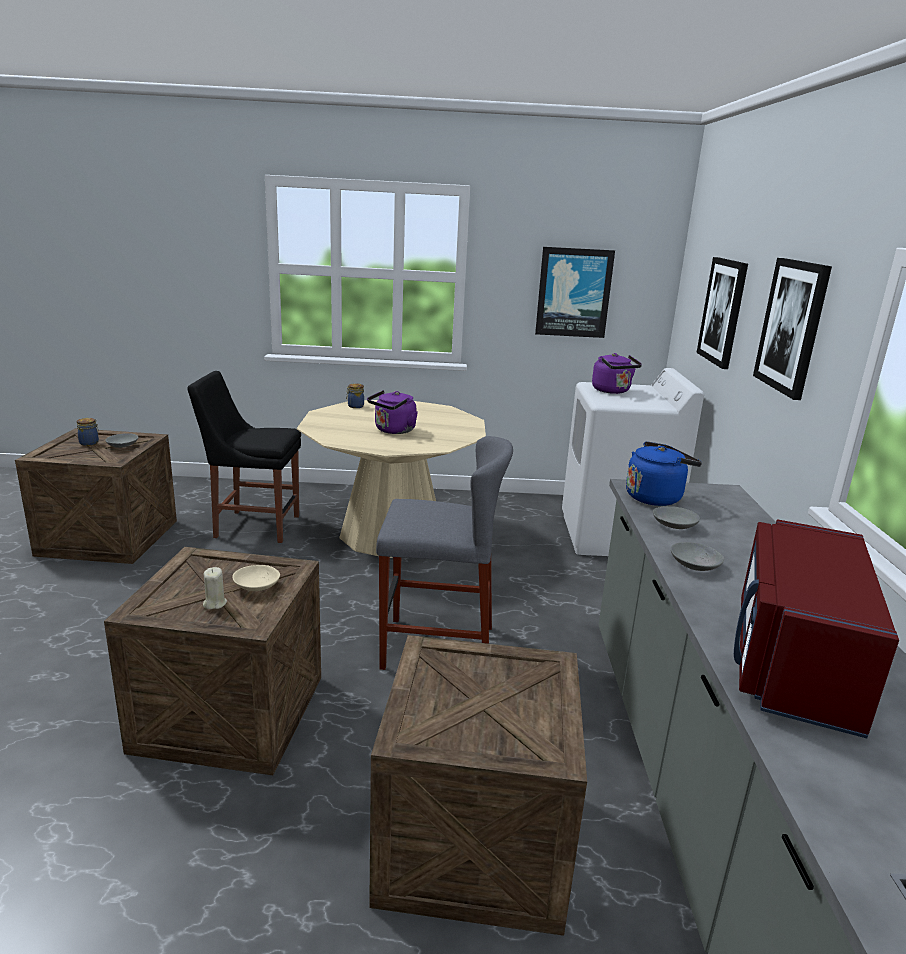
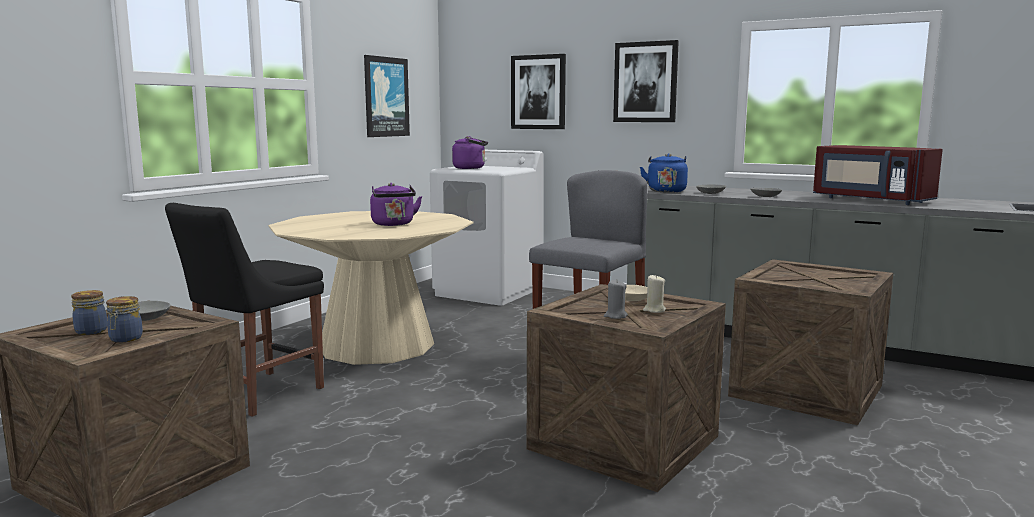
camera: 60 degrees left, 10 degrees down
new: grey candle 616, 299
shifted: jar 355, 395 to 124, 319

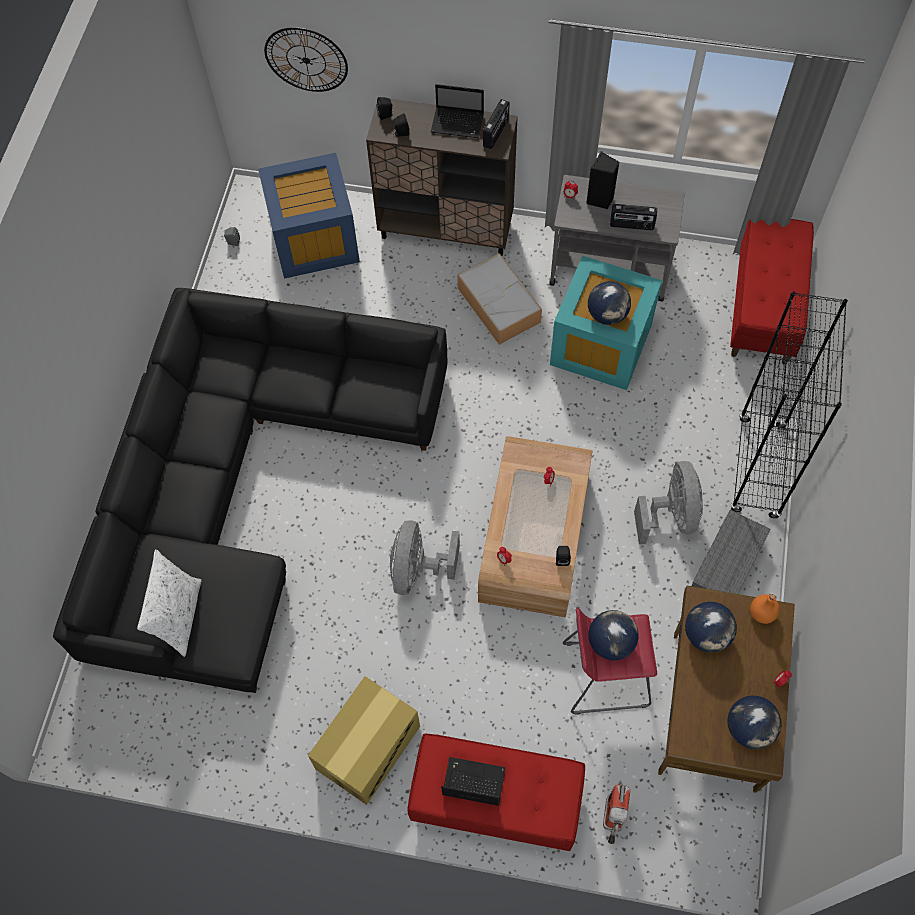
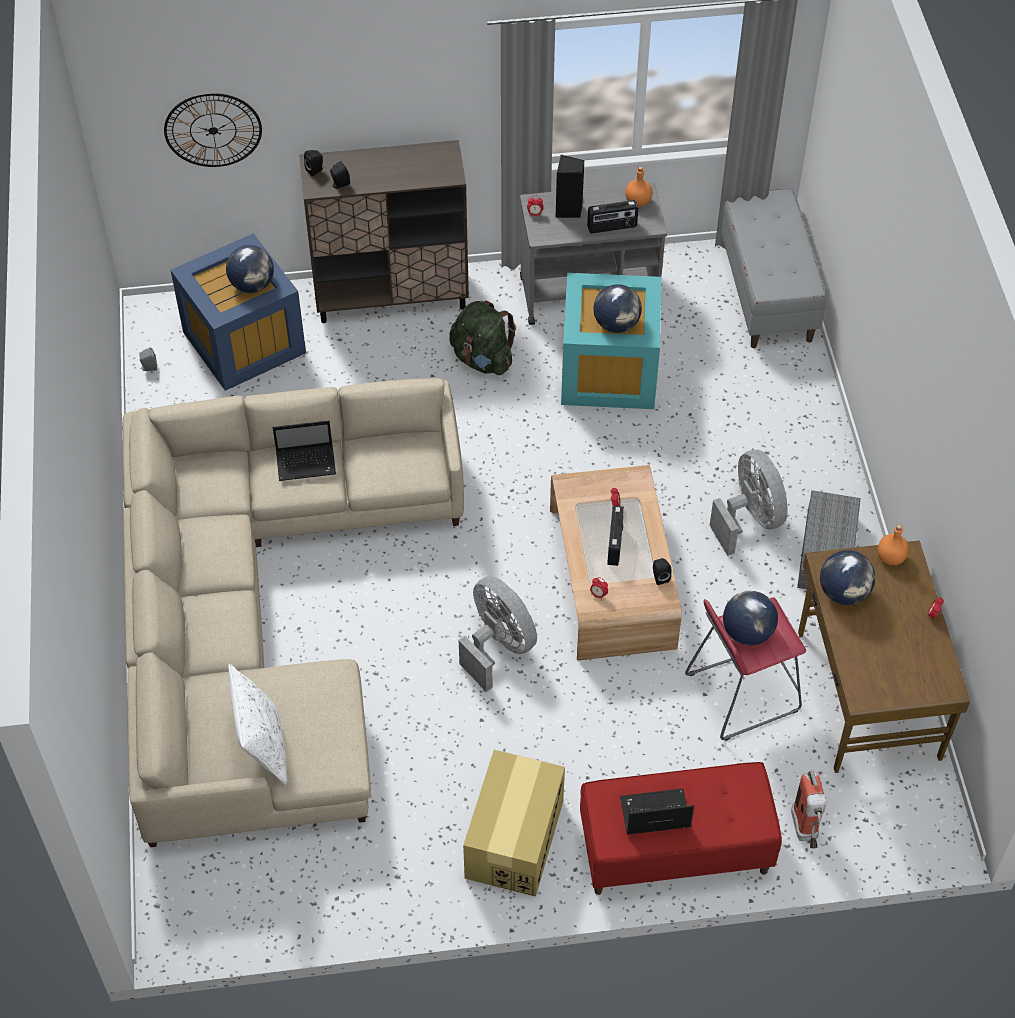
camera: 20 degrees left, 10 degrees down
gone: black bookcase 789, 405
new: orange bottle 638, 186
shifted: laptop 457, 111 to 304, 450; radio 496, 124 to 615, 536; globe 754, 722 to 250, 269
swapped: storage box 499, 299 to green backpack 483, 338
repainted: red bench 772, 292 to grey bench 773, 268; black sofa 250, 490 to beige sofa 293, 612
rotated: grey fan 425, 557 = 498, 634 150 degrees clockwise

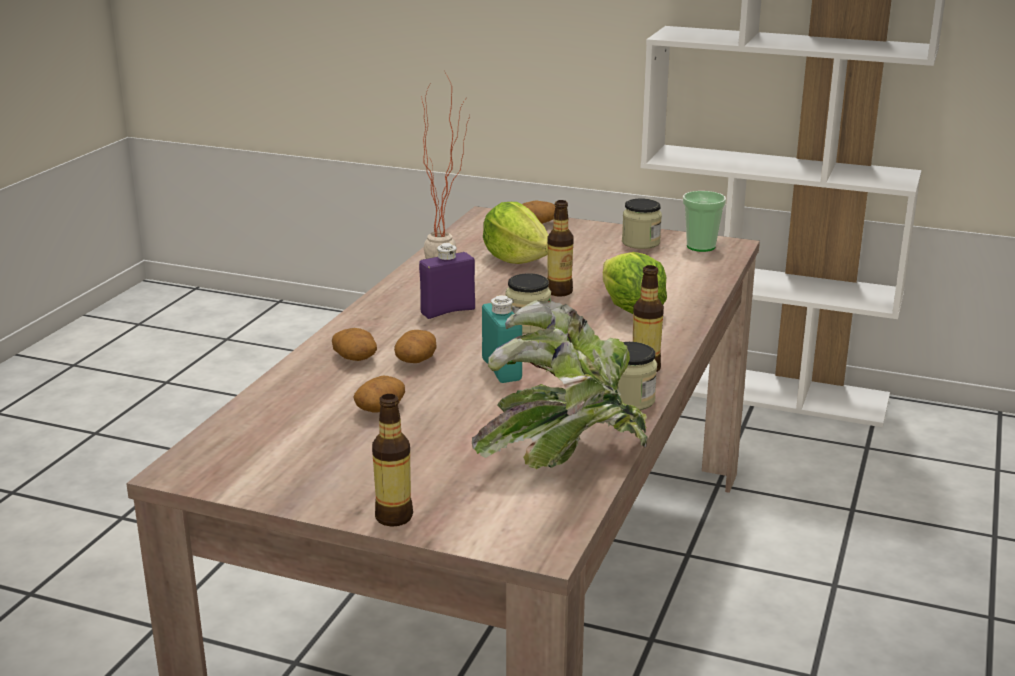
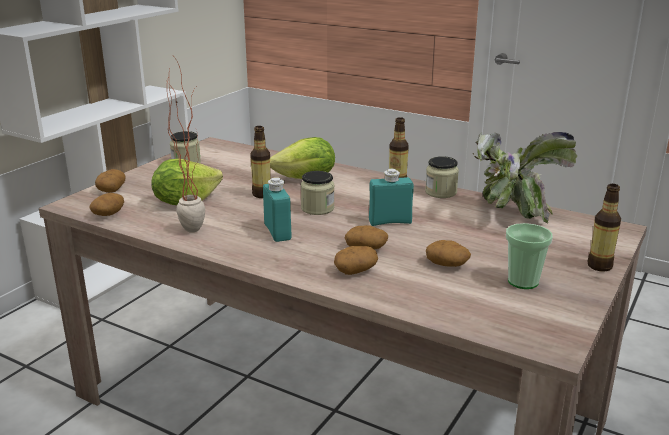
camera: 80 degrees left, 0 degrees up
new: potato 106, 204
shifted: cup 704, 221 to 529, 256
repainted: purple bottle 447, 281 to turquoise bottle 277, 209

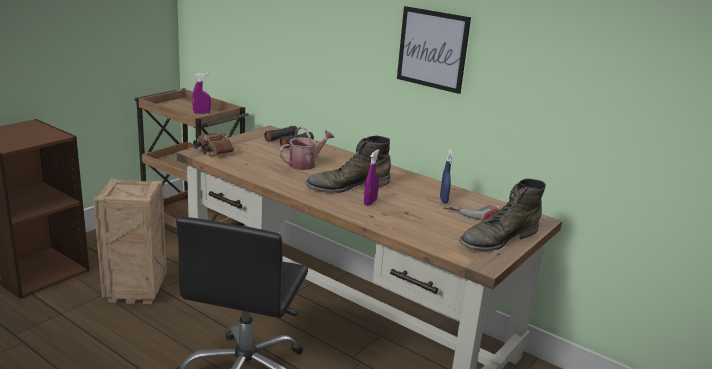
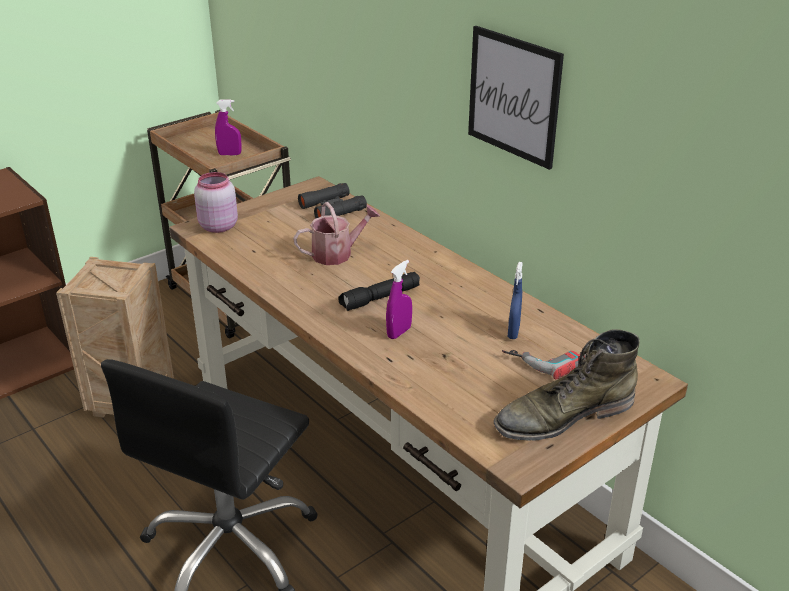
camera: 15 degrees right, 10 degrees up
swapped: brown binoculars 213, 144 to pink jar 216, 202; green boot 348, 164 to black flashlight 379, 291

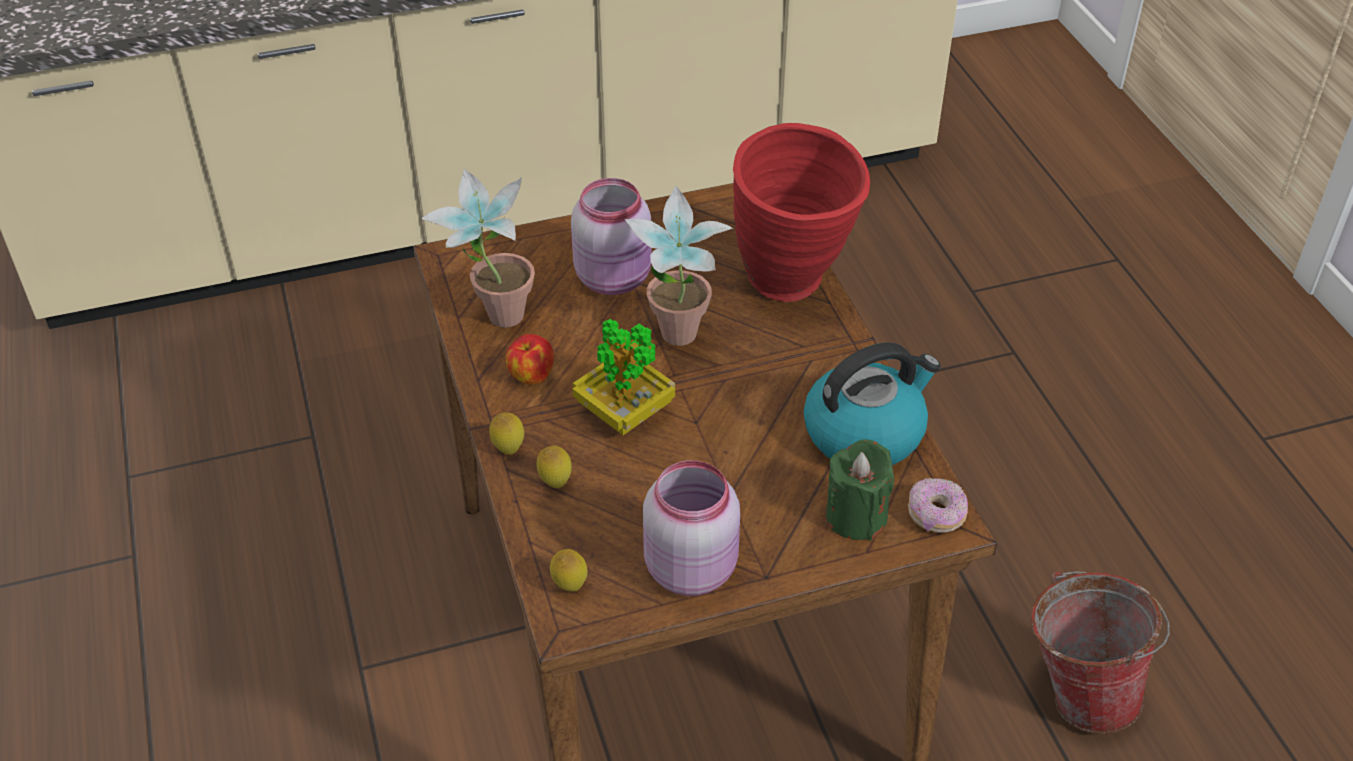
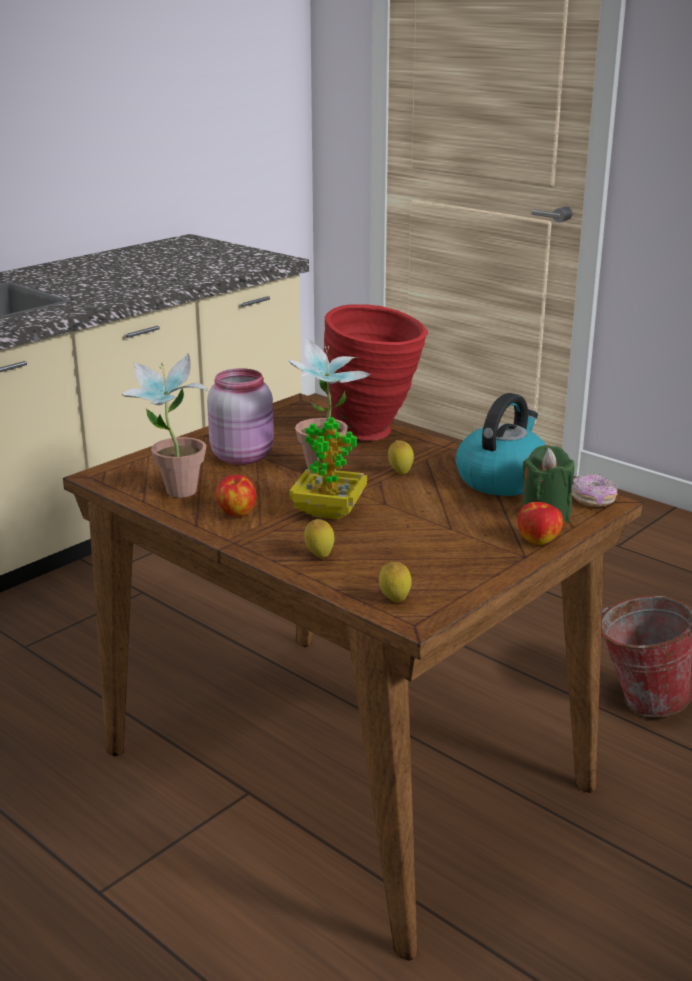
camera: 30 degrees left, 20 degrees down
gone: pink jar 691, 528
new: apple 540, 523
shifted: lemon 506, 433 to 401, 457

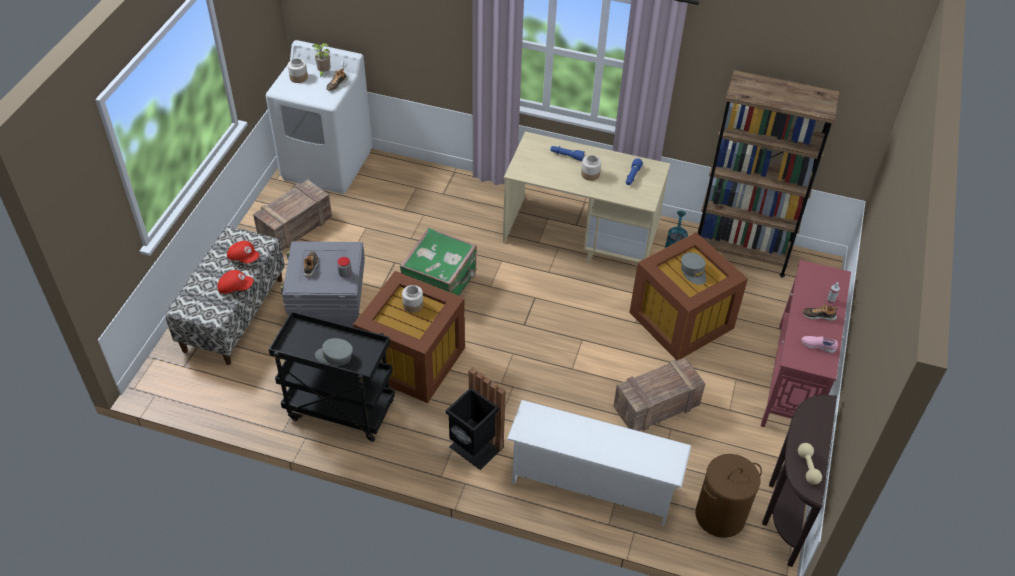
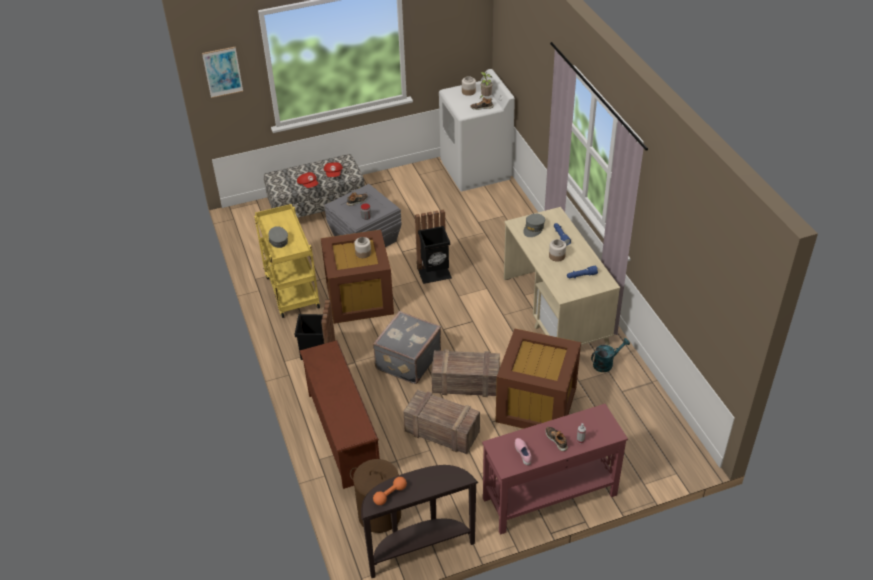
camera: 55 degrees right, 5 degrees down
gone: brown bookcase 768, 173
new: picture 222, 72; grey suitcase 407, 347
shifted: crate 292, 215 to 465, 373; grey cap 694, 268 to 534, 225
swapped: green suitcase 438, 262 to black trash can 433, 246
repainted: black cart 332, 376 to yellow cart 287, 261; white shoe rack 599, 463 to brown shoe rack 340, 414; beige dumbbell 810, 464 to orange dumbbell 390, 491

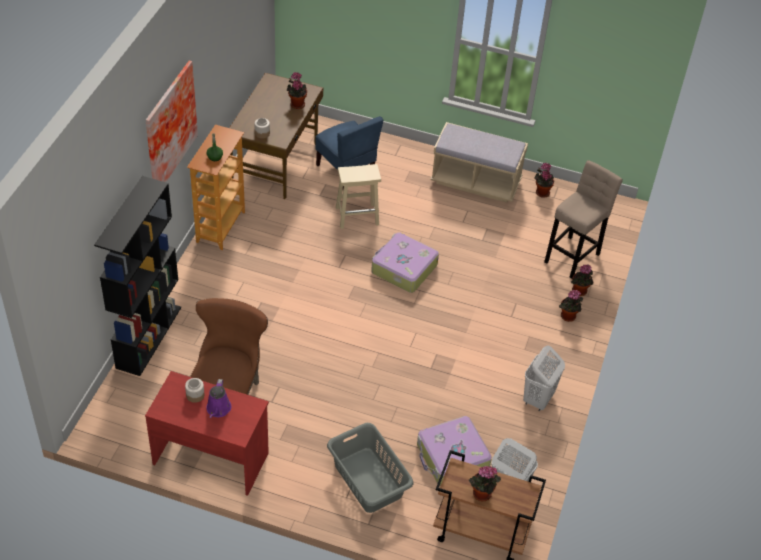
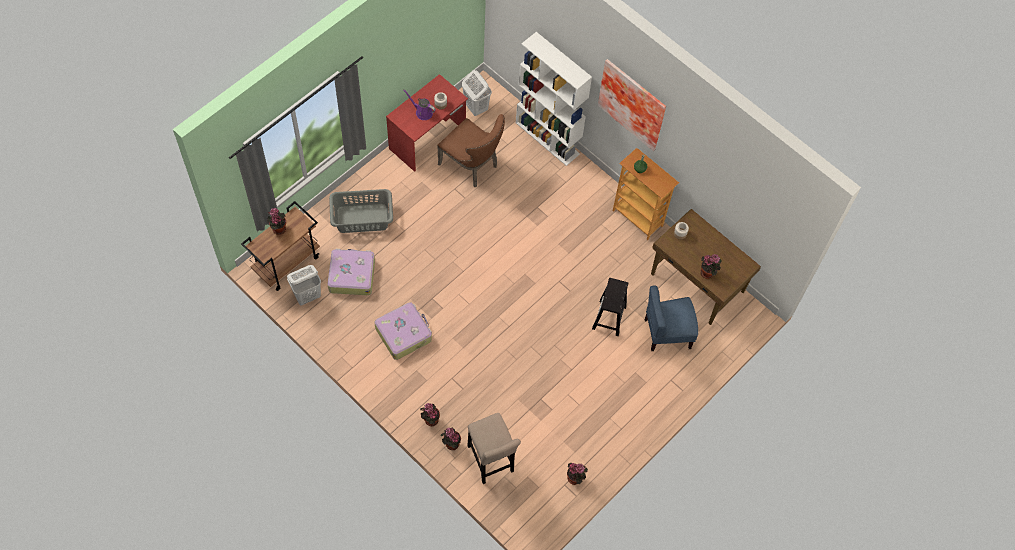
camera: 115 degrees right, 15 degrees up
gone: beige bench 479, 162
shifted: suitcase 405, 262 to 403, 331; white laundry basket 544, 378 to 477, 93
repainted: beige stool 358, 196 to black stool 610, 307; black bookcase 137, 276 to white bookcase 554, 99

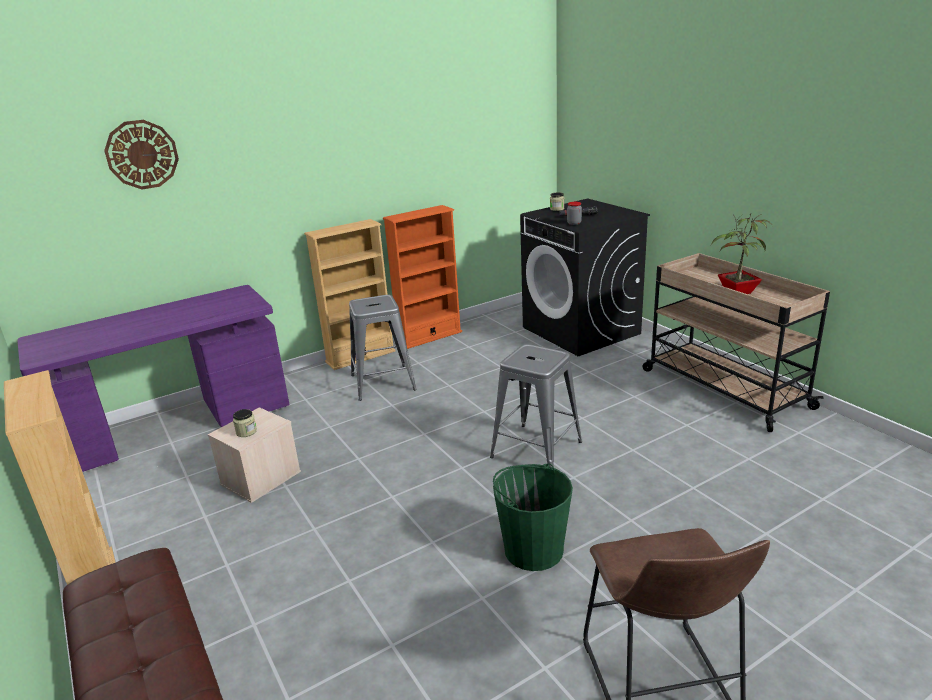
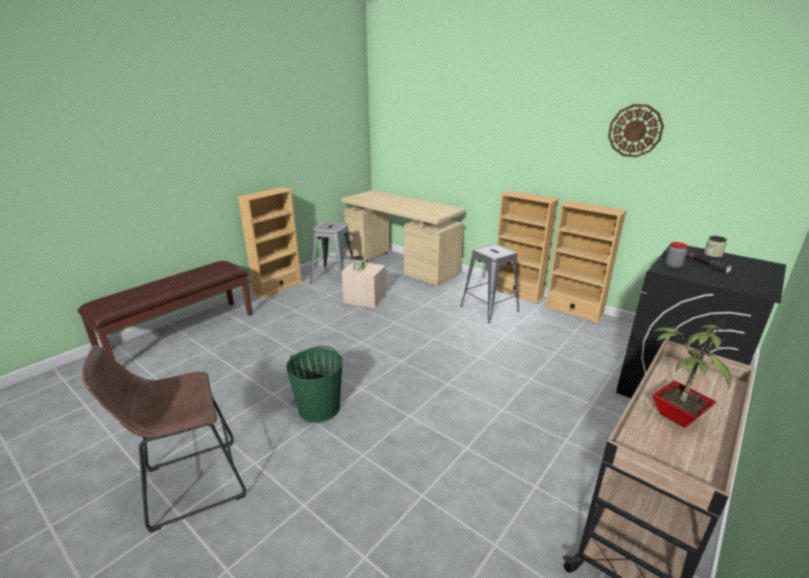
camera: 70 degrees right, 0 degrees up
shifted: wall clock 141, 154 to 636, 130; grey stool 536, 406 to 332, 252
repainted: orange bookcase 422, 277 to beige bookcase 586, 262; purple desk 153, 378 to beige desk 403, 238

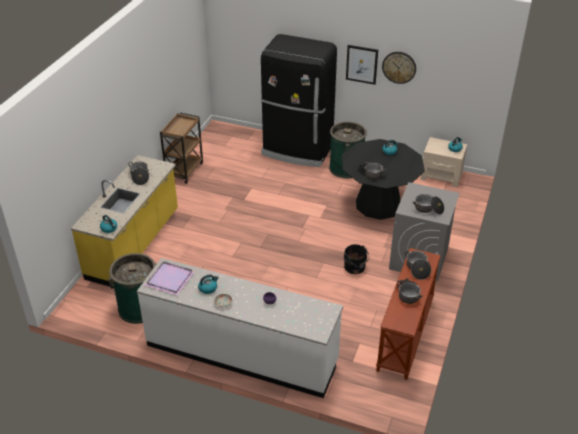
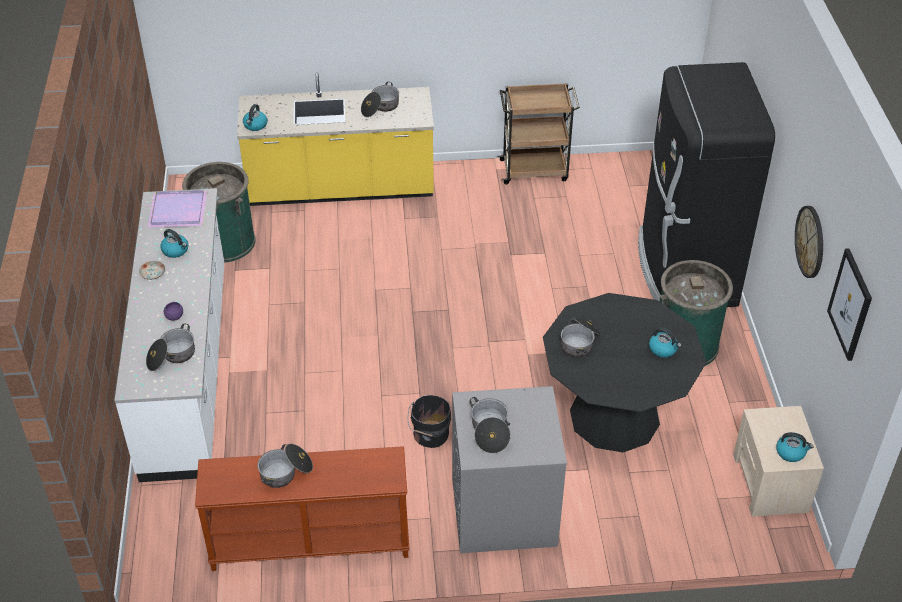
camera: 65 degrees right, 5 degrees up
shifted: picture 362, 65 to 849, 304; cooking pot 417, 265 to 170, 347

